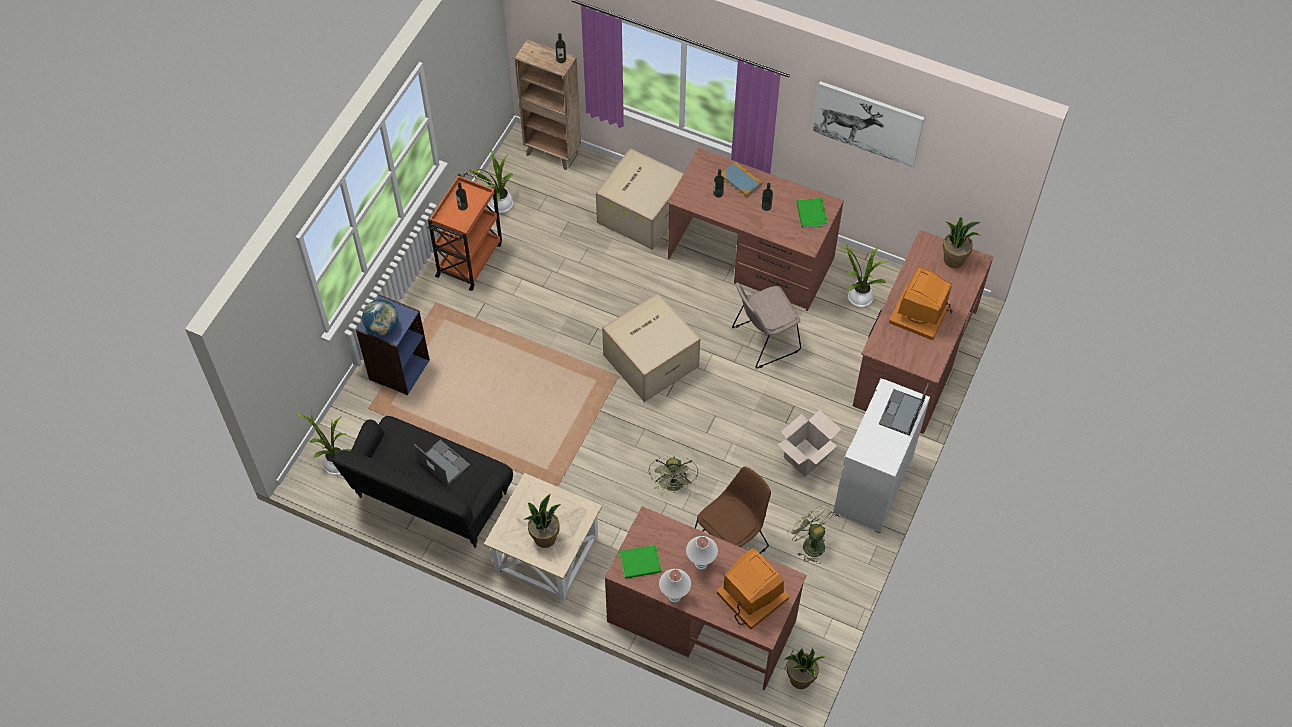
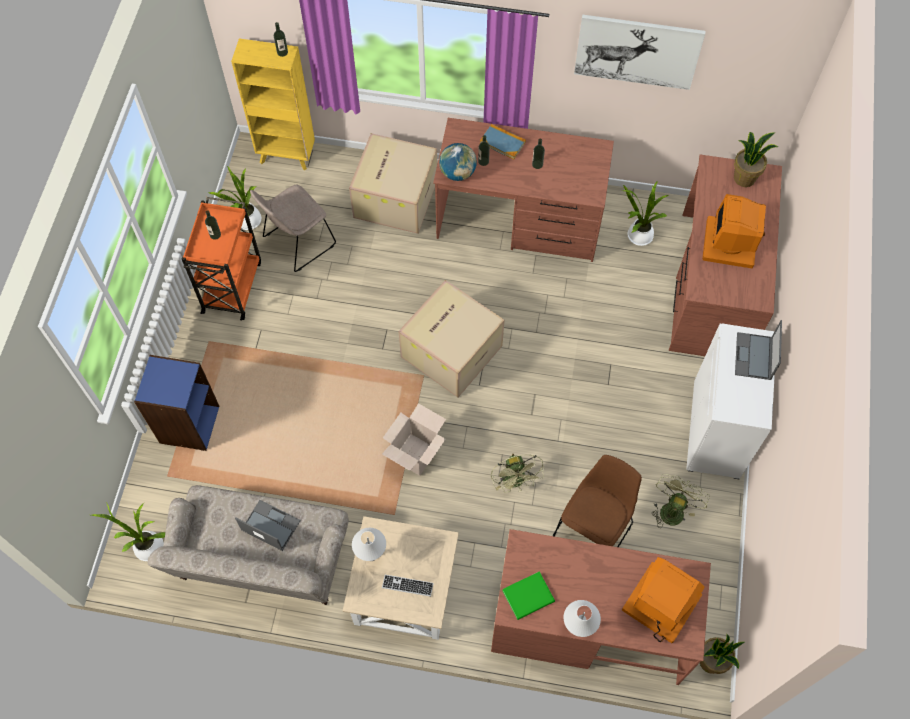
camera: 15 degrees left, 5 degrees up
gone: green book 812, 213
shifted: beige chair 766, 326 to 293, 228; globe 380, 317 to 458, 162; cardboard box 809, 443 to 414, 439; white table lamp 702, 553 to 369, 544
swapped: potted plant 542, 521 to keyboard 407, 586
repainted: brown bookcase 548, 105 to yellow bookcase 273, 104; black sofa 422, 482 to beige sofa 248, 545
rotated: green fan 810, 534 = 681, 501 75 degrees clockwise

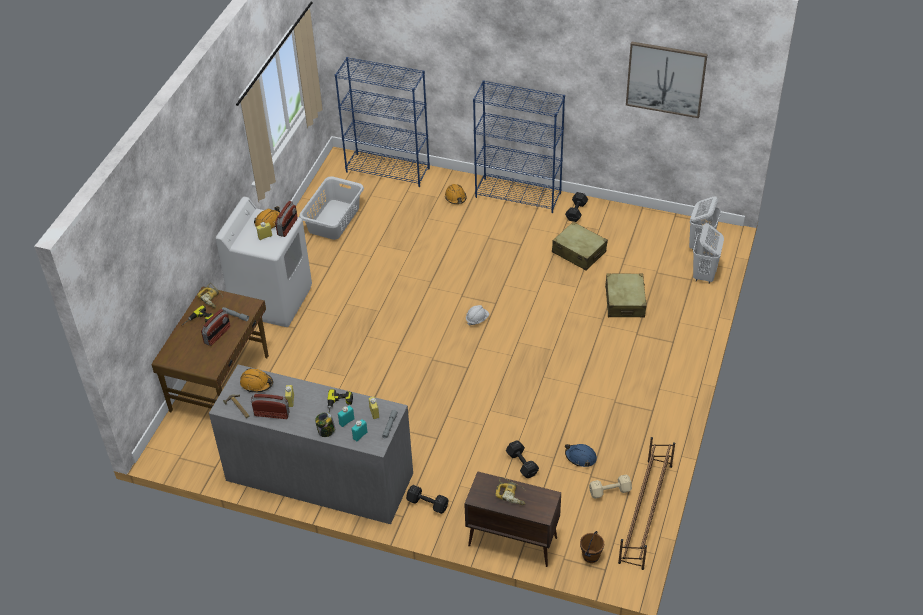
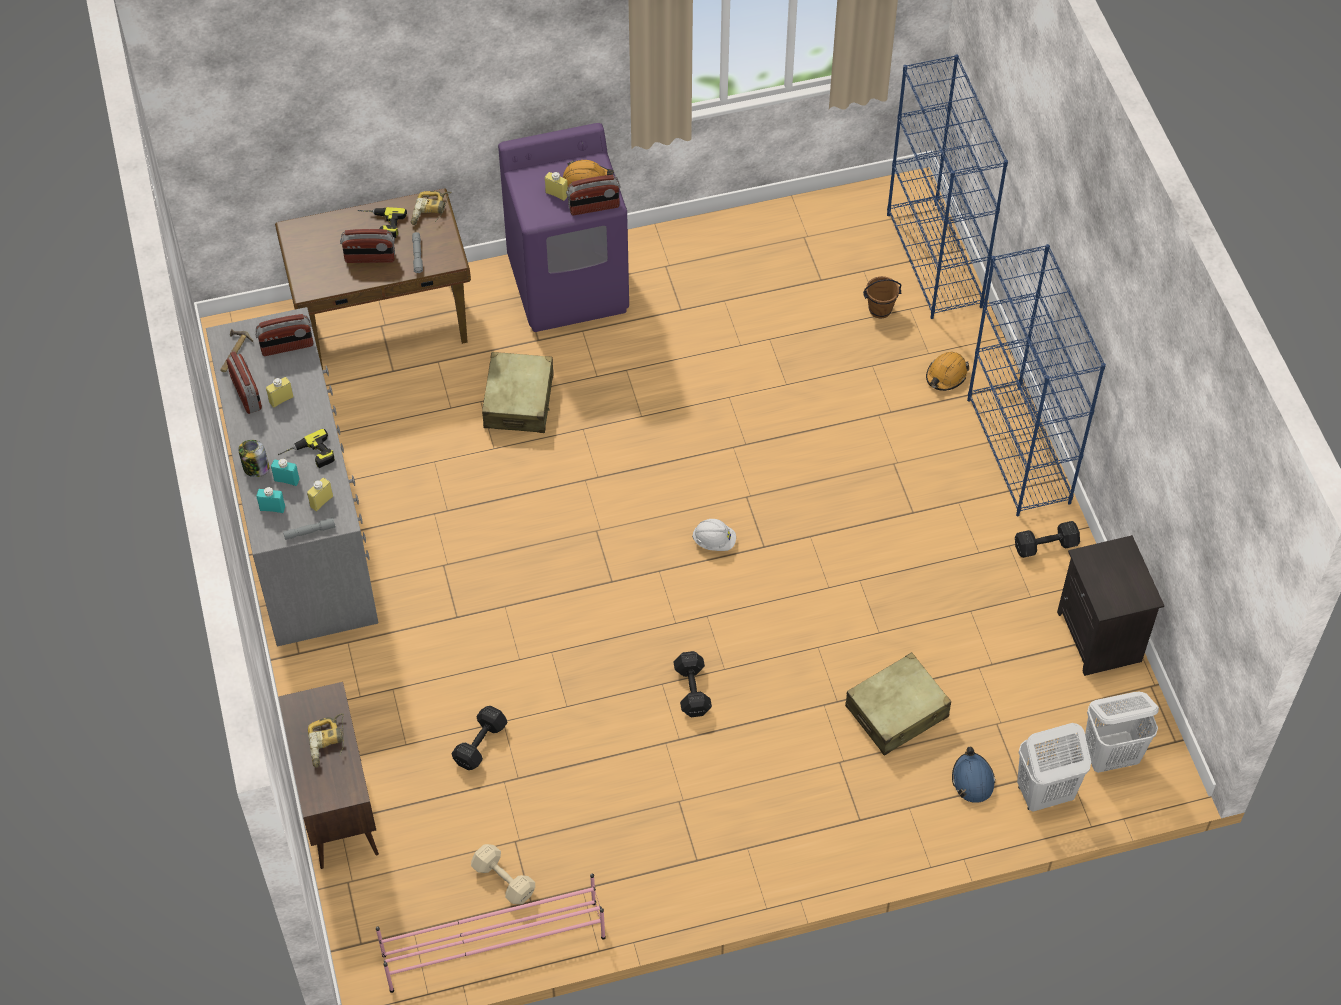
camera: 55 degrees right, 10 degrees up
gone: picture 667, 79; grey laundry basket 331, 208
new: black nightstand 1110, 605
shifted: beige suitcase 580, 246 to 518, 392; blue hard hat 581, 455 to 974, 775; black dumbbell 427, 499 to 692, 684; brown bucket 592, 547 to 882, 297
swapped: orange hard hat 256, 380 to radio 284, 335
repainted: white washing machine 264, 262 to purple washing machine 563, 227; brown shoe rack 646, 503 to pink shoe rack 491, 933

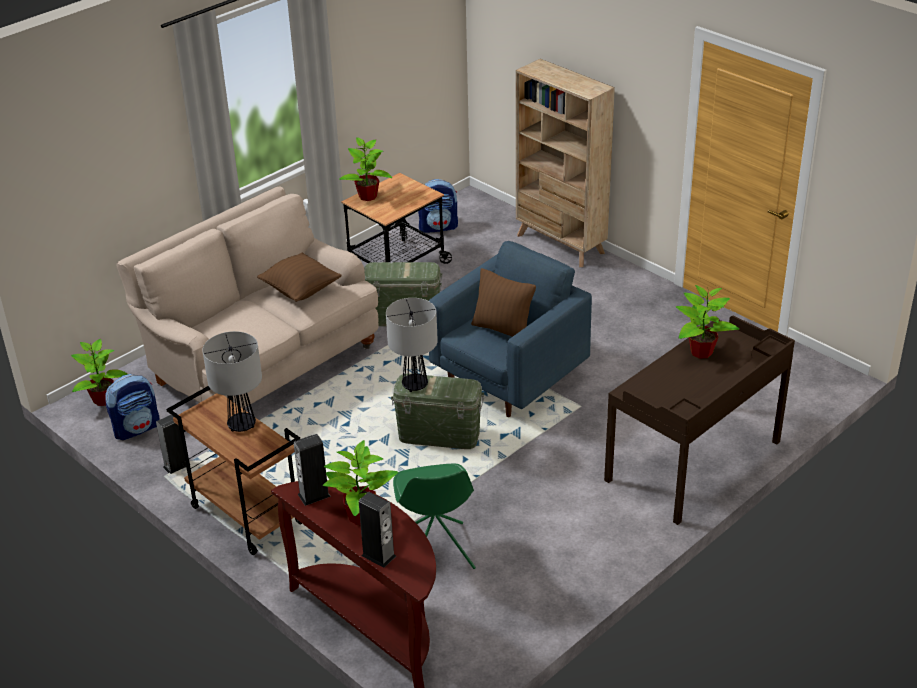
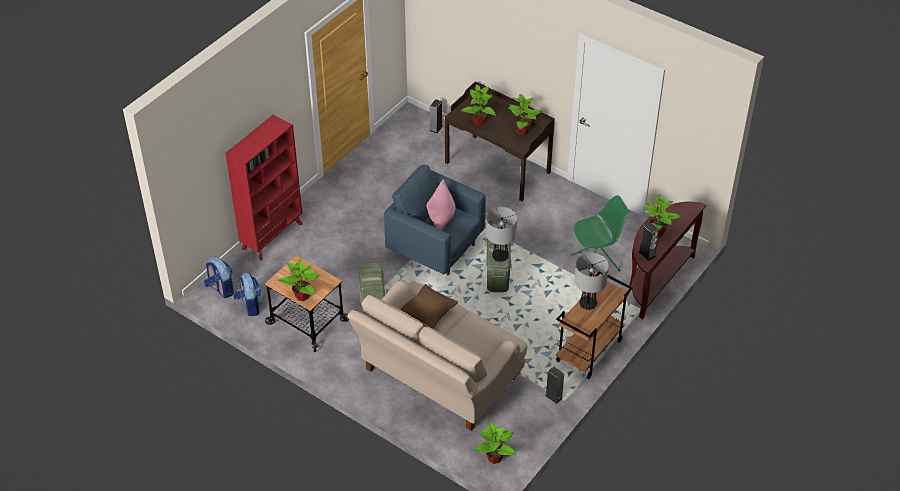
camera: 100 degrees left, 10 degrees up
new: potted plant 525, 114
shifted: backpack 132, 407 to 219, 277; speaker 377, 530 to 436, 116
repainted: beige bookcase 565, 163 to red bookcase 263, 187; brown pillow 503, 302 to pink pillow 441, 205

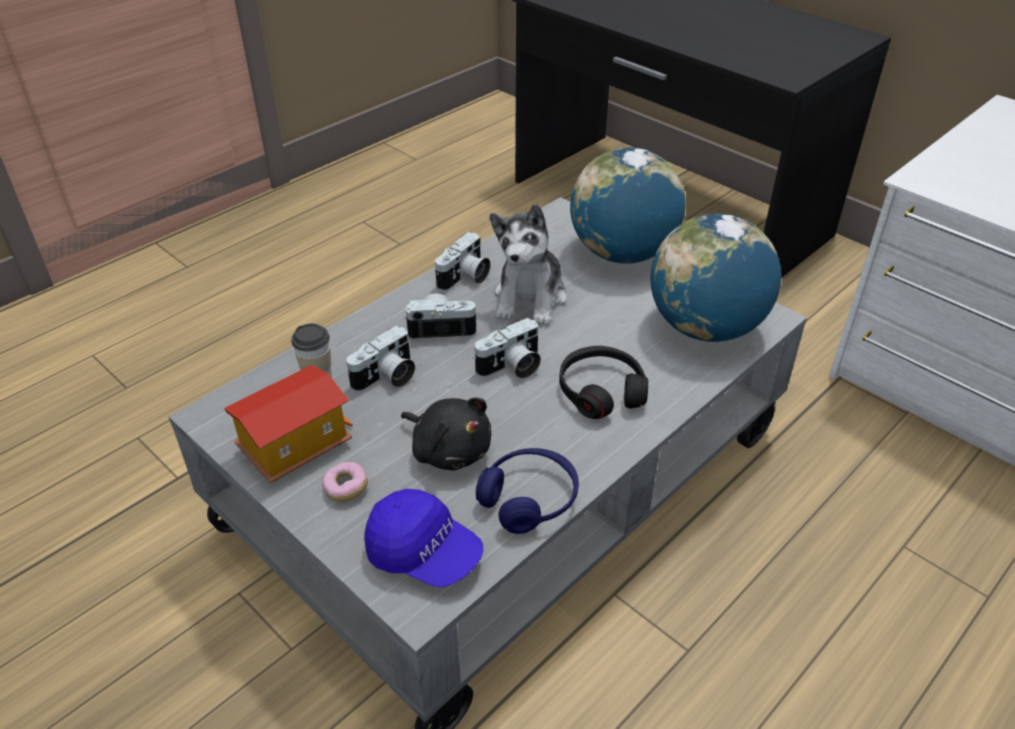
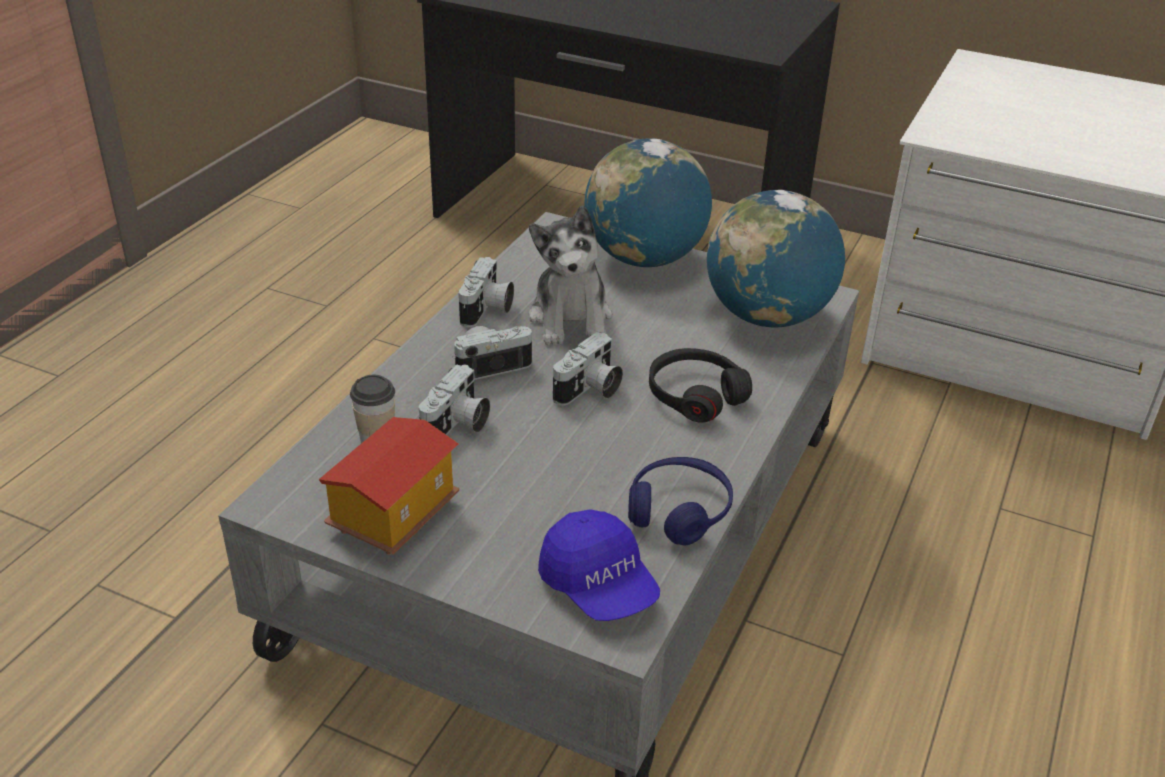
camera: 20 degrees left, 5 degrees down
gone: black plush toy 446, 434; donut 345, 482
rotated: blue cap 423, 538 = 599, 565 45 degrees clockwise

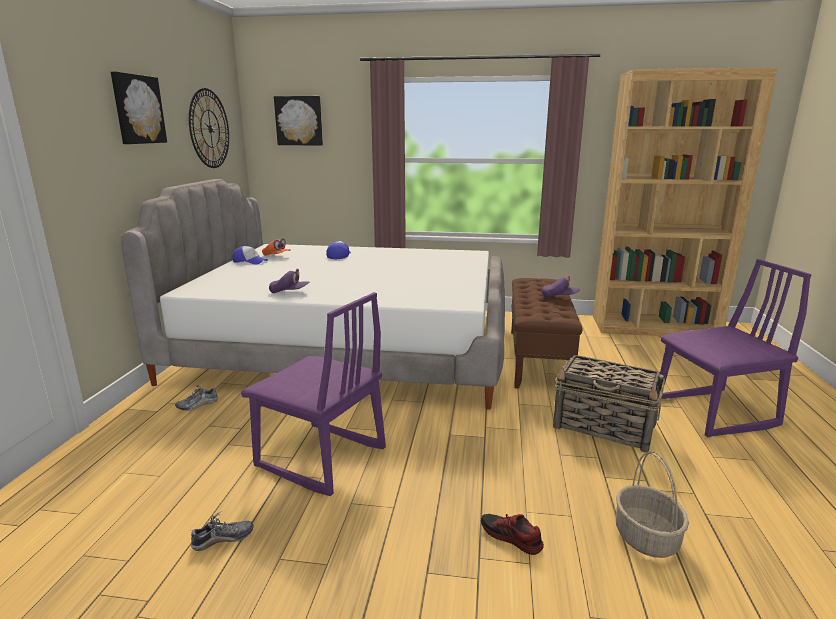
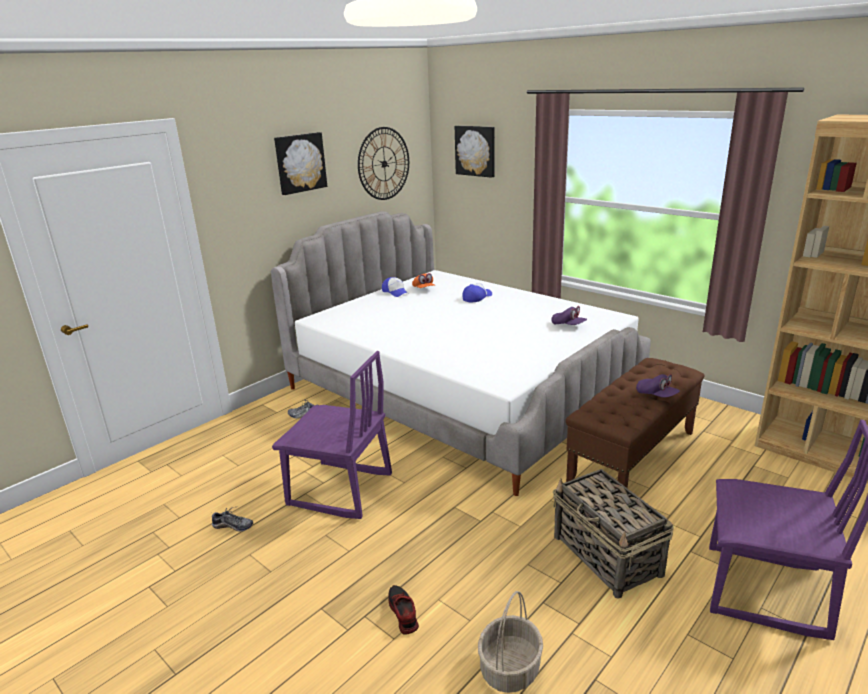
camera: 35 degrees right, 5 degrees up
shifted: purple cap 289, 281 to 569, 315
rotated: purple chair 313, 394 = 332, 435 45 degrees counterclockwise

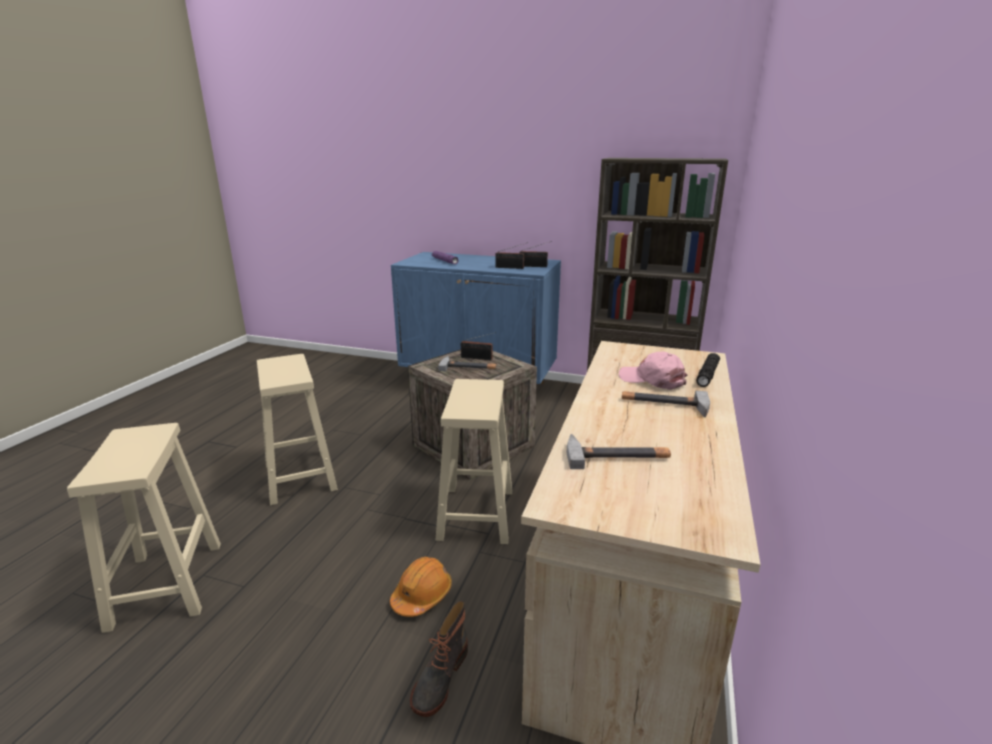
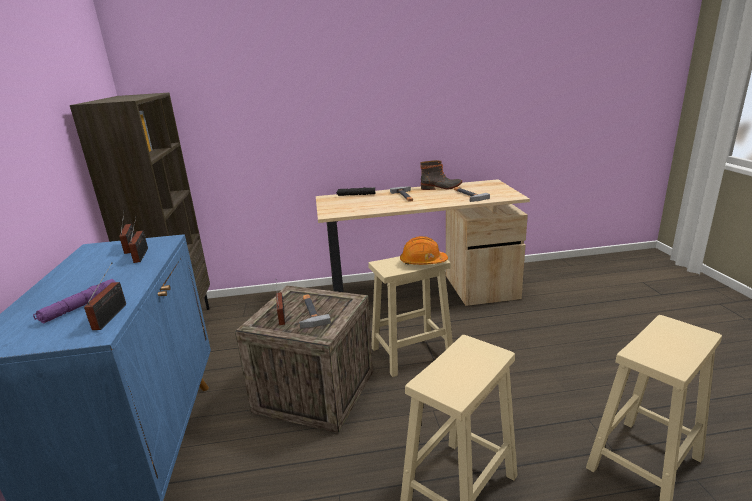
camera: 115 degrees left, 0 degrees up
gone: pink cap 653, 371
new: radio 105, 296
shifted: orange hard hat 421, 587 to 424, 250; boot 439, 659 to 441, 175

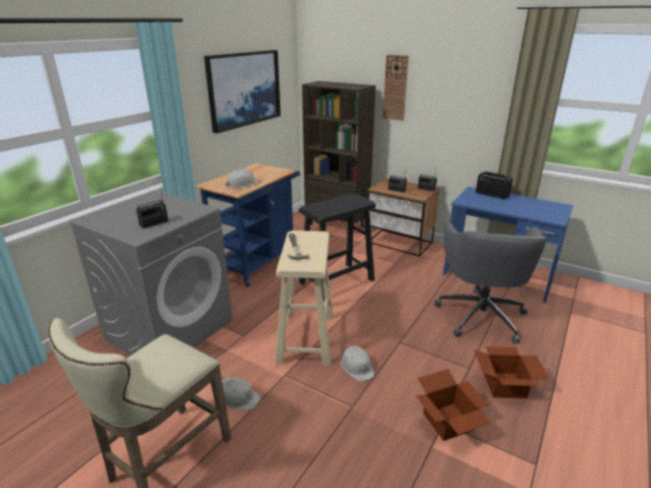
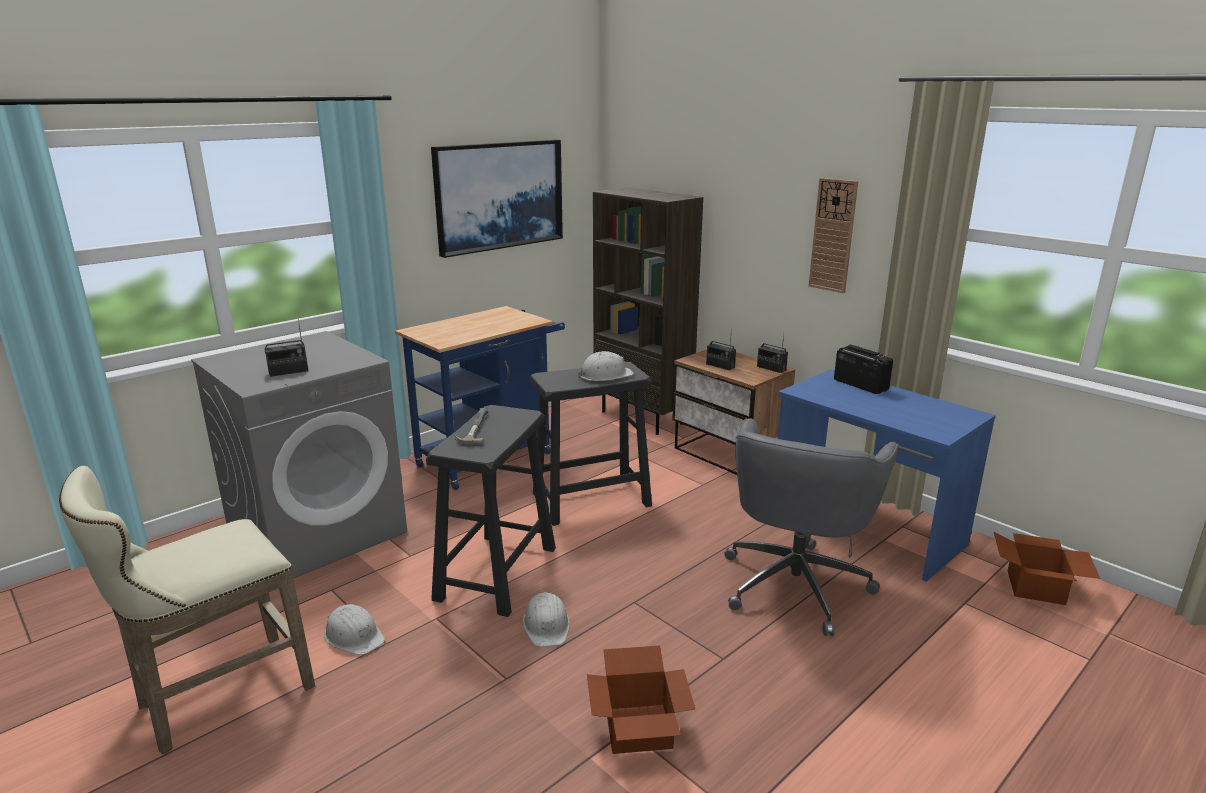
camera: 15 degrees right, 5 degrees down
shifted: wall clock 396, 88 to 833, 235; white hard hat 243, 178 to 606, 366; cardboard box 512, 372 to 1047, 568
repainted: beige stool 304, 298 to black stool 491, 511

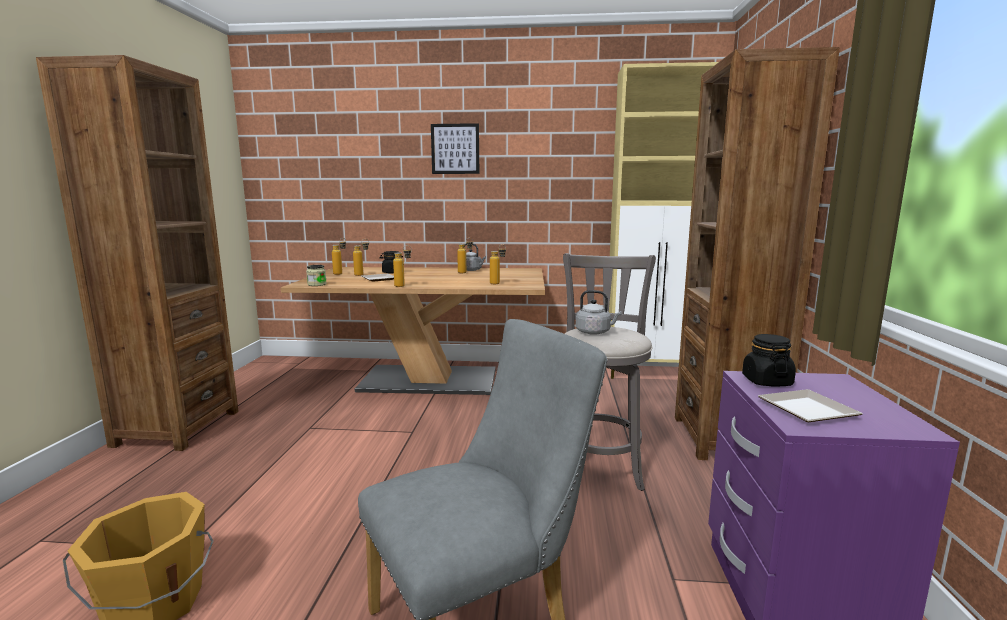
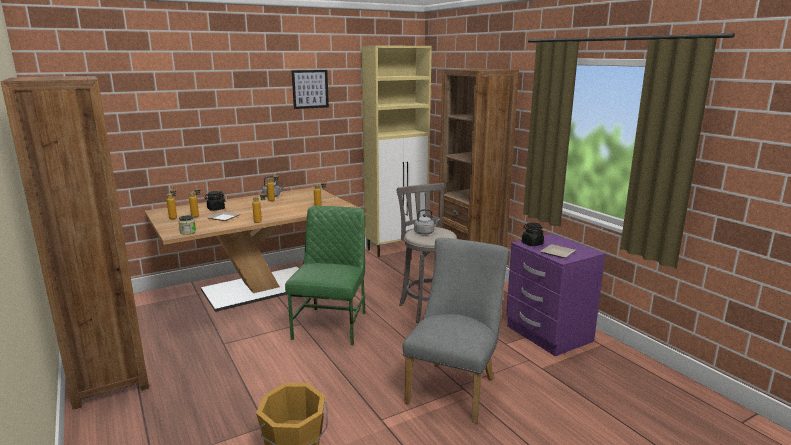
camera: 35 degrees left, 5 degrees up
new: green chair 325, 275
shifted: picture 455, 148 to 310, 89

